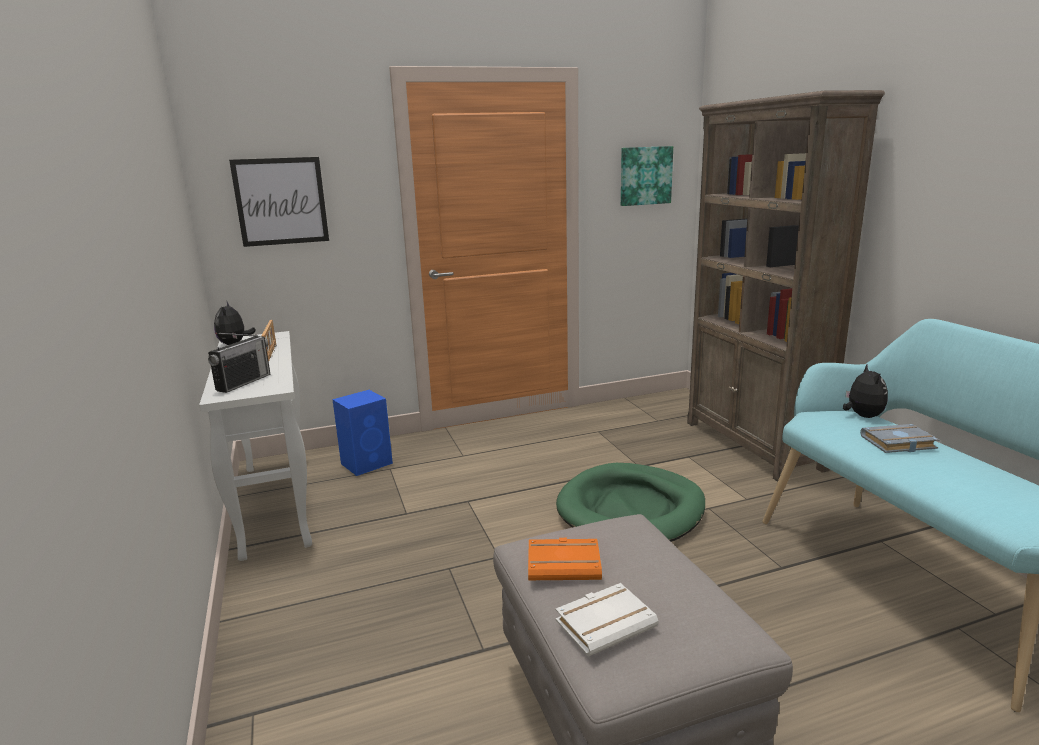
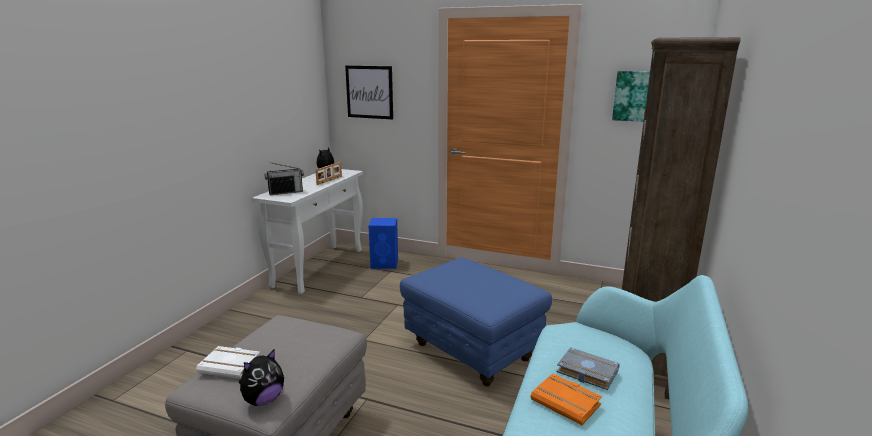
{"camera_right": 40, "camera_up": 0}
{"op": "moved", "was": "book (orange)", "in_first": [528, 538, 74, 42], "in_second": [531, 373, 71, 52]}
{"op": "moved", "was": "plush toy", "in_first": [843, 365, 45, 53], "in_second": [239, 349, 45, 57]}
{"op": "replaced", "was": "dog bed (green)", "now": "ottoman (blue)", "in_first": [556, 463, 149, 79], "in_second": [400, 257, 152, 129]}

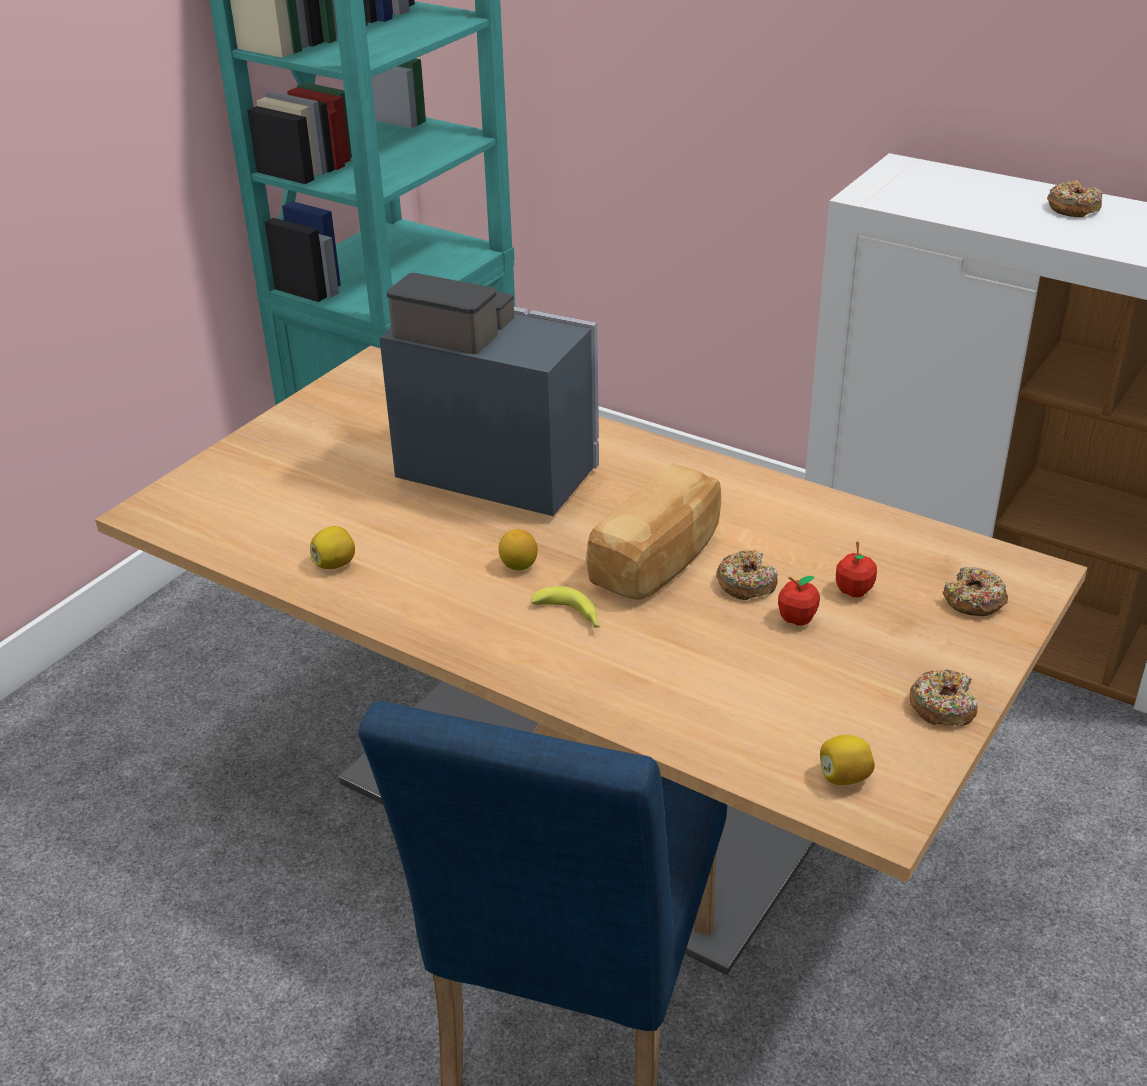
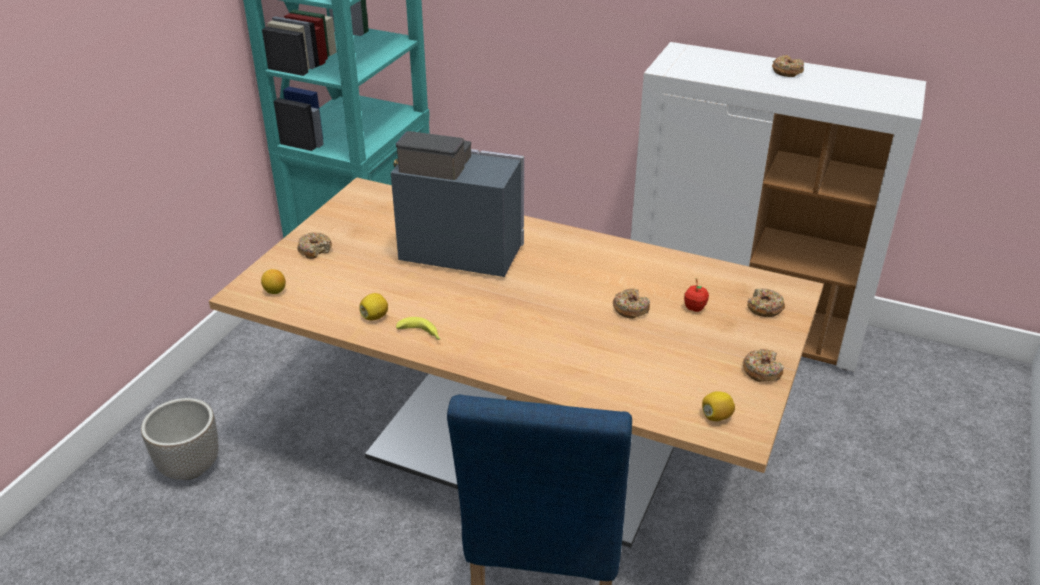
{"camera_right": -10, "camera_up": 0}
{"op": "removed", "was": "bread", "in_first": [586, 463, 135, 137]}
{"op": "removed", "was": "apple", "in_first": [778, 576, 42, 50]}
{"op": "added", "now": "planter", "in_second": [141, 398, 78, 82]}
{"op": "added", "now": "donut", "in_second": [297, 232, 35, 27]}
{"op": "moved", "was": "lemon", "in_first": [498, 529, 40, 41], "in_second": [261, 269, 25, 25]}
{"op": "moved", "was": "banana", "in_first": [531, 586, 69, 42], "in_second": [396, 317, 44, 23]}

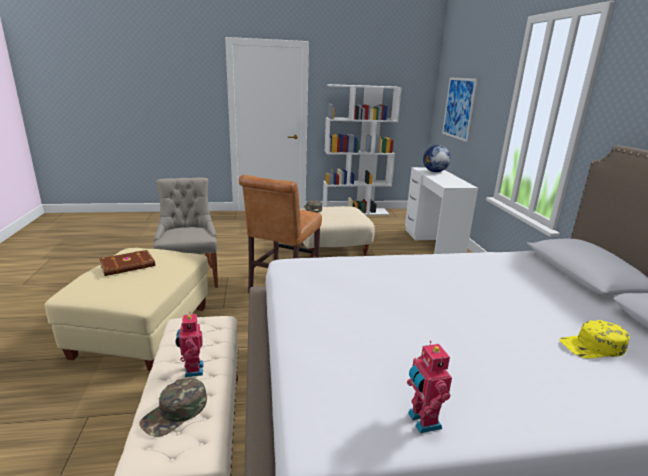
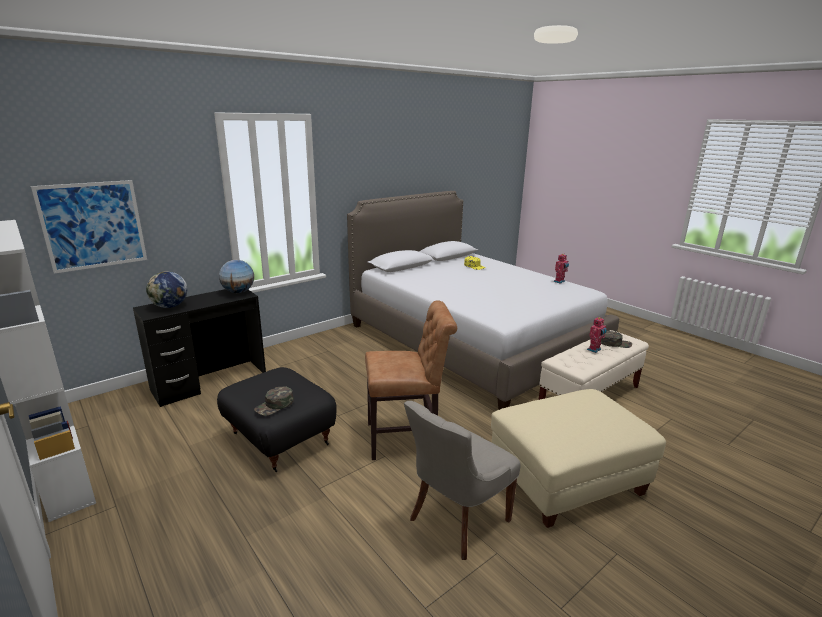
{"camera_right": -120, "camera_up": 0}
{"op": "removed", "was": "book (brown)", "in_first": [99, 250, 56, 26]}
{"op": "added", "now": "globe", "in_second": [219, 260, 35, 33]}
{"op": "recoloured", "was": "ottoman (beige)", "now": "ottoman (black)", "in_first": [300, 206, 75, 52], "in_second": [217, 367, 120, 105]}
{"op": "recoloured", "was": "desk (white)", "now": "desk (black)", "in_first": [405, 167, 73, 87], "in_second": [133, 289, 133, 118]}

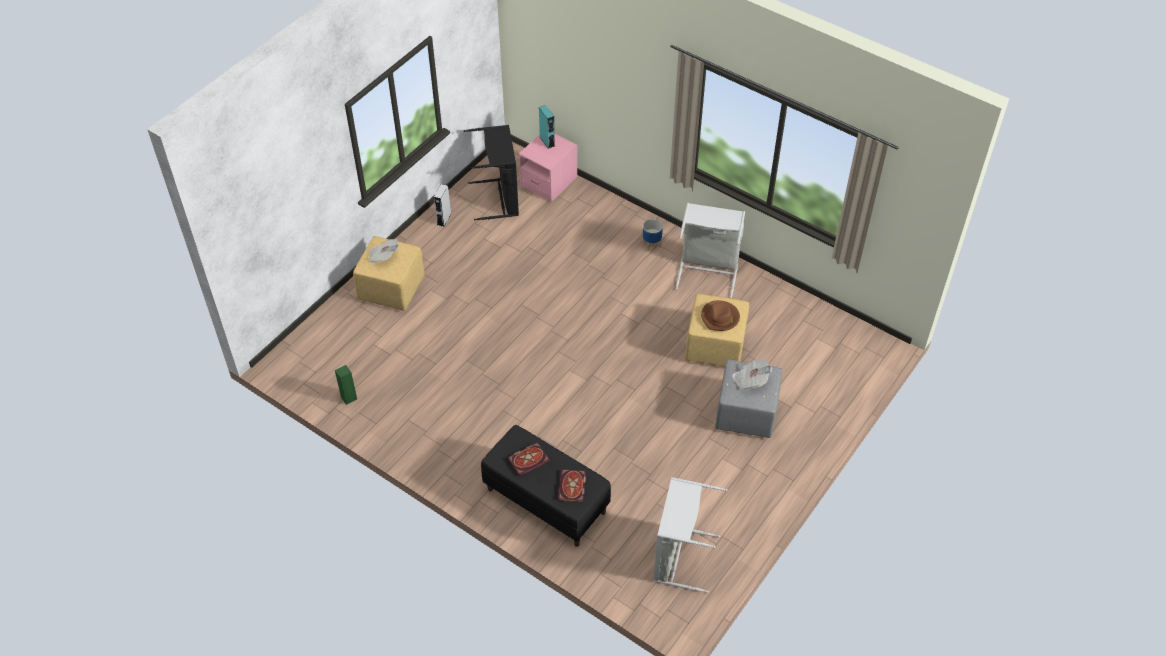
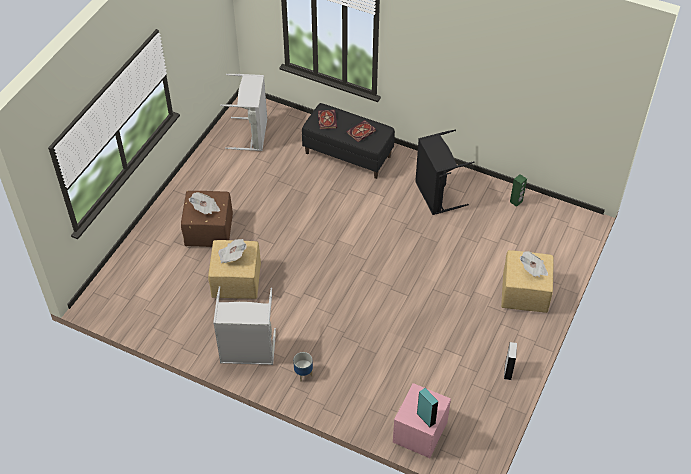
{"camera_right": 170, "camera_up": 0}
{"op": "moved", "was": "laundry basket (black)", "in_first": [464, 125, 55, 95], "in_second": [415, 130, 59, 85]}
{"op": "replaced", "was": "hat (brown)", "now": "newspaper", "in_first": [701, 300, 39, 31], "in_second": [218, 239, 29, 24]}
{"op": "recoloured", "was": "ottoman (grey)", "now": "ottoman (brown)", "in_first": [715, 359, 67, 79], "in_second": [181, 191, 52, 56]}

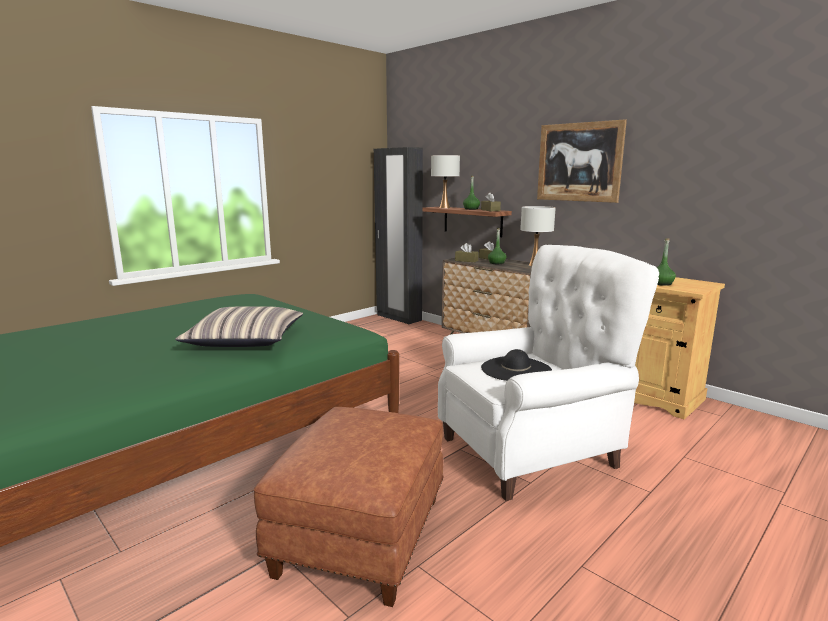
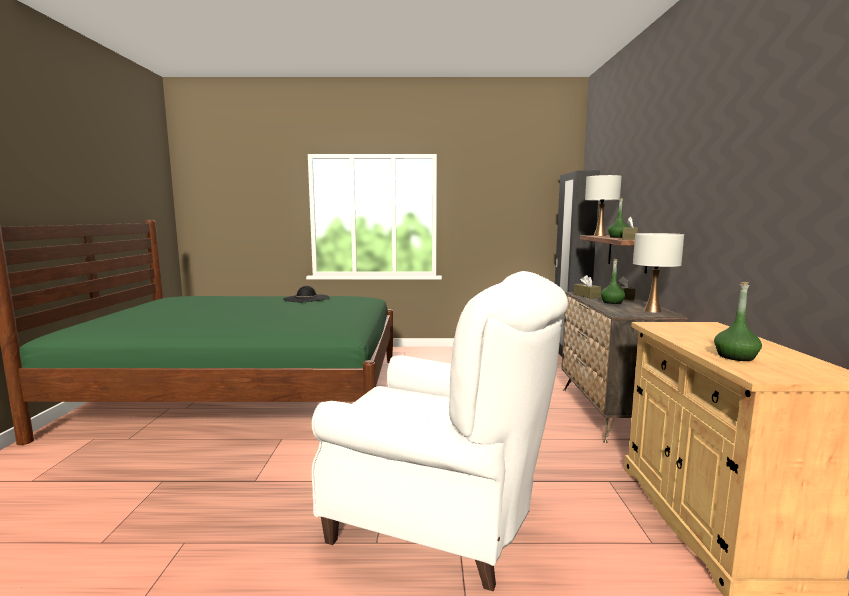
{"camera_right": 45, "camera_up": -5}
{"op": "removed", "was": "pillow", "in_first": [175, 306, 128, 41]}
{"op": "removed", "was": "ottoman (brown)", "in_first": [254, 407, 190, 200]}
{"op": "removed", "was": "picture", "in_first": [537, 120, 90, 83]}
{"op": "moved", "was": "hat (black)", "in_first": [481, 349, 71, 32], "in_second": [284, 286, 45, 16]}

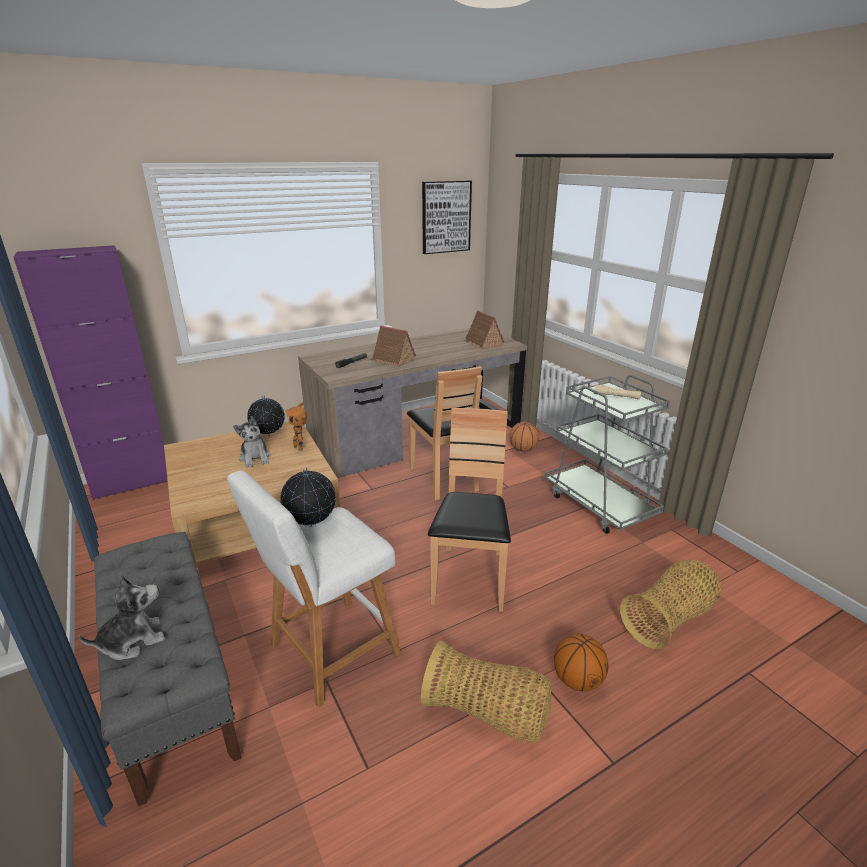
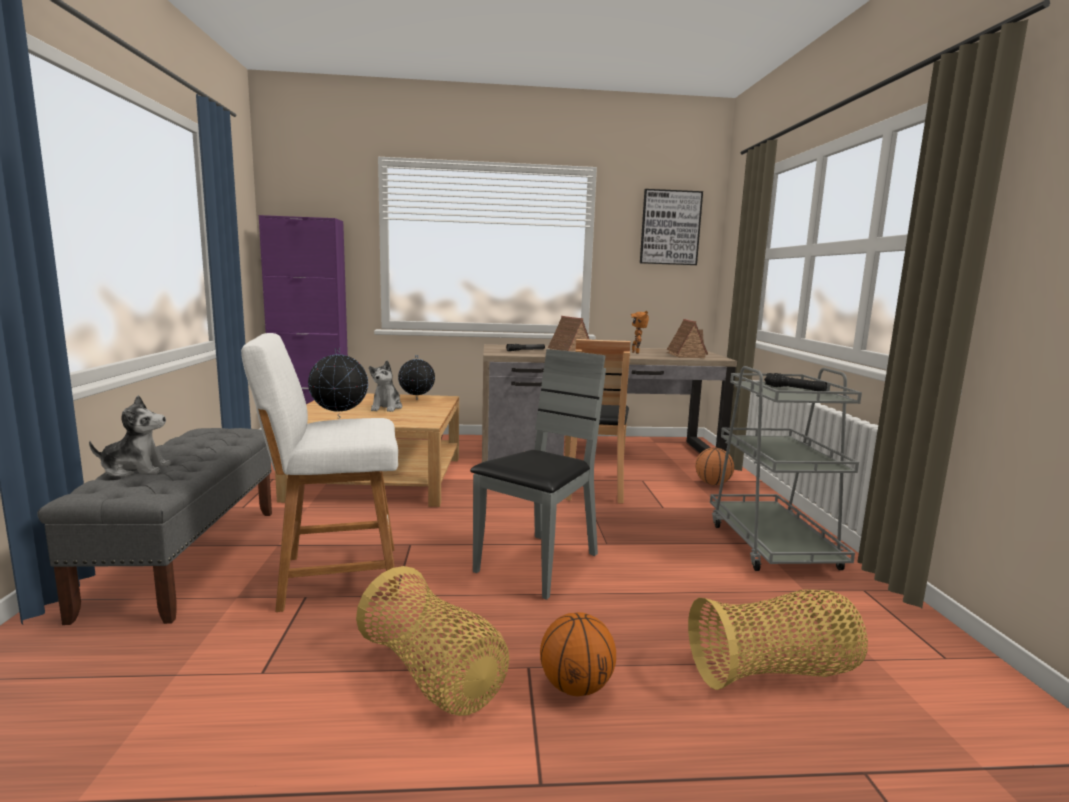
{"camera_right": 25, "camera_up": -15}
{"op": "moved", "was": "toy robot", "in_first": [285, 402, 22, 49], "in_second": [631, 311, 18, 43]}
{"op": "recoloured", "was": "chair (brown)", "now": "chair (grey)", "in_first": [428, 408, 83, 204], "in_second": [470, 349, 136, 251]}
{"op": "recoloured", "was": "flashlight (beige)", "now": "flashlight (black)", "in_first": [594, 384, 47, 15], "in_second": [764, 373, 63, 18]}

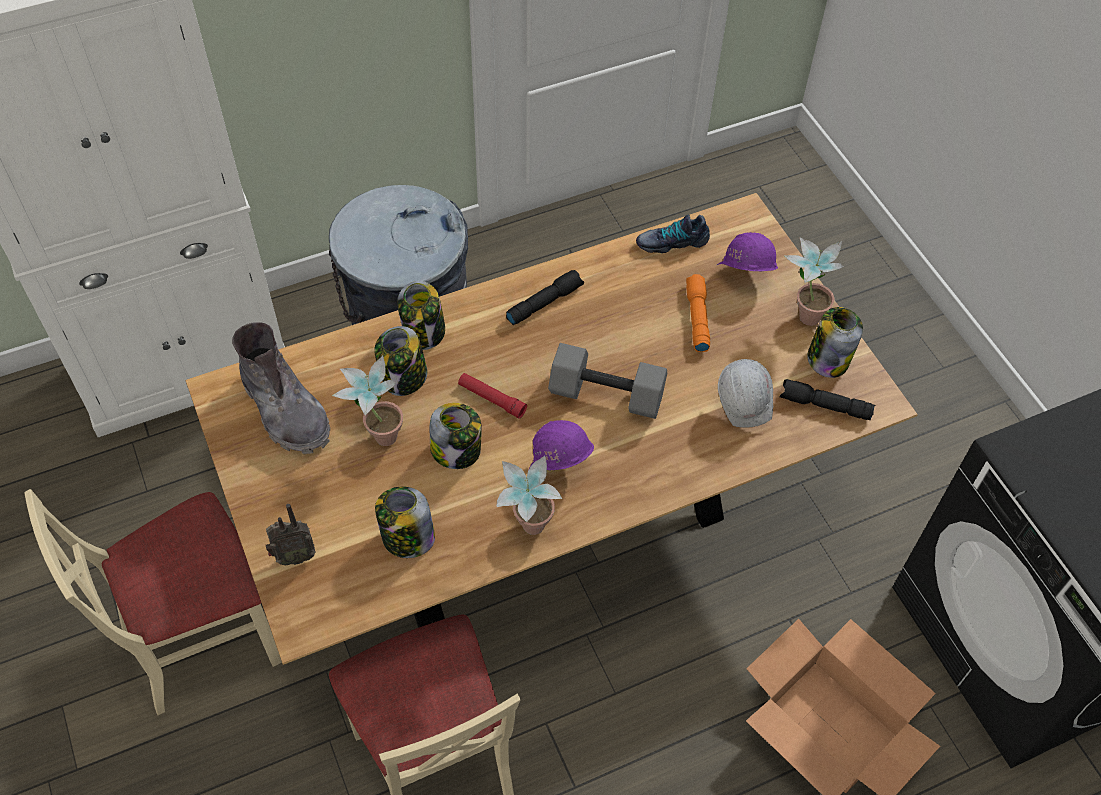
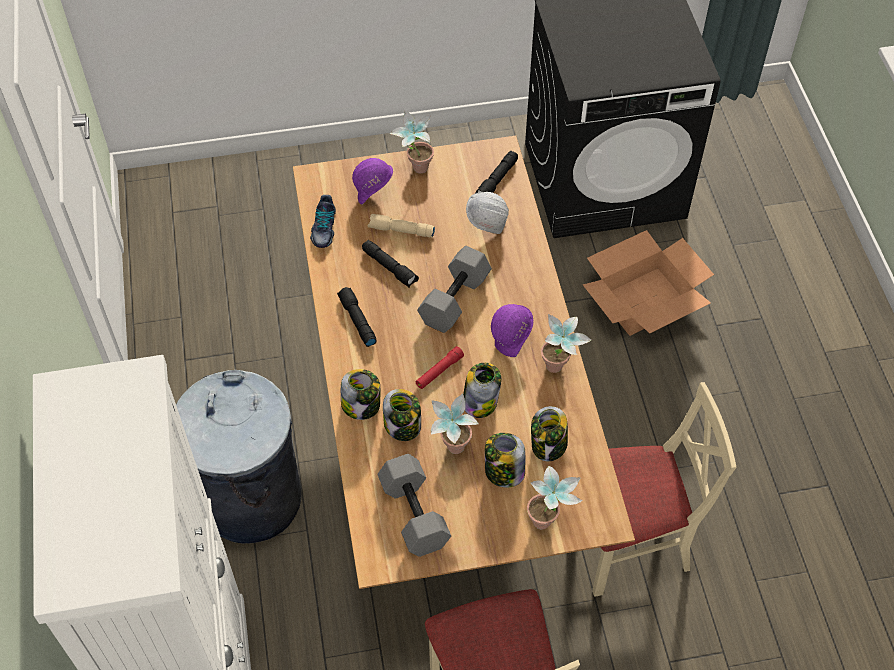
{"camera_right": -75, "camera_up": 0}
{"op": "added", "now": "flashlight (black)", "in_second": [362, 240, 57, 48]}
{"op": "moved", "was": "jar", "in_first": [807, 307, 56, 71], "in_second": [485, 433, 40, 55]}
{"op": "replaced", "was": "boot (grey)", "now": "dumbbell (grey)", "in_first": [232, 322, 99, 132], "in_second": [377, 454, 74, 103]}
{"op": "replaced", "was": "radio", "now": "potted plant", "in_first": [266, 504, 50, 61], "in_second": [527, 466, 55, 64]}
{"op": "recoloured", "was": "flashlight (orange)", "now": "flashlight (beige)", "in_first": [686, 274, 24, 78], "in_second": [368, 214, 67, 23]}

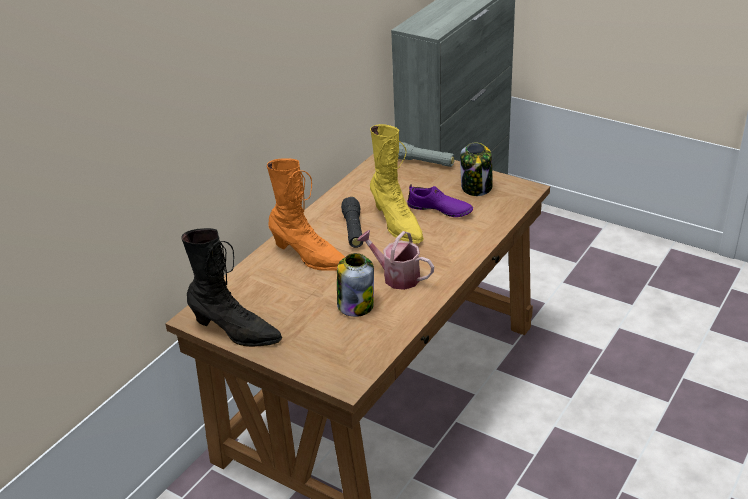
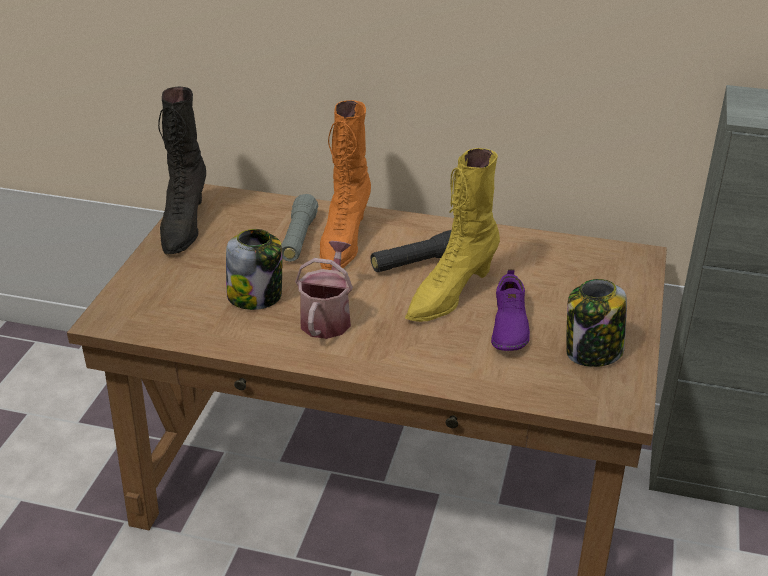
{"camera_right": 70, "camera_up": 0}
{"op": "moved", "was": "flashlight (grey)", "in_first": [398, 142, 57, 25], "in_second": [282, 194, 36, 68]}

